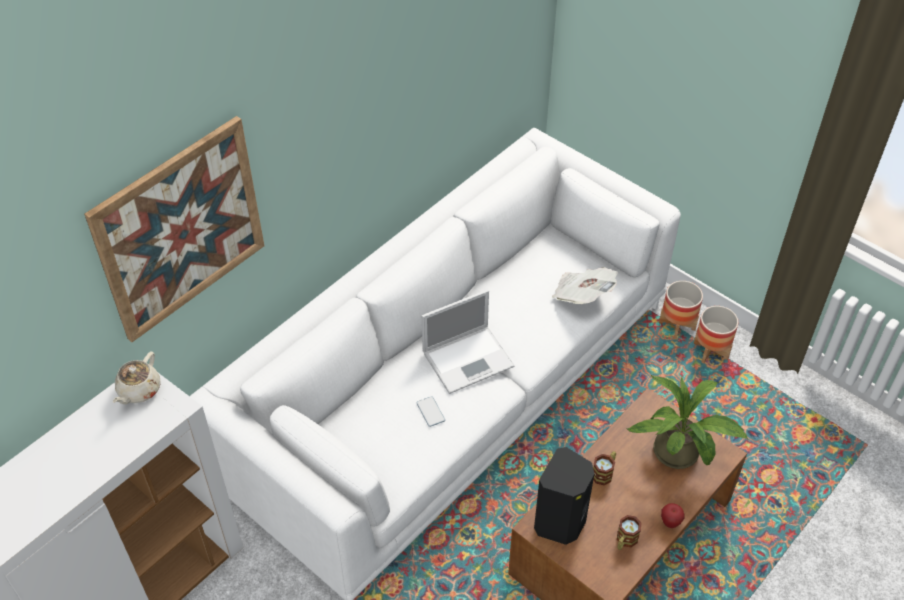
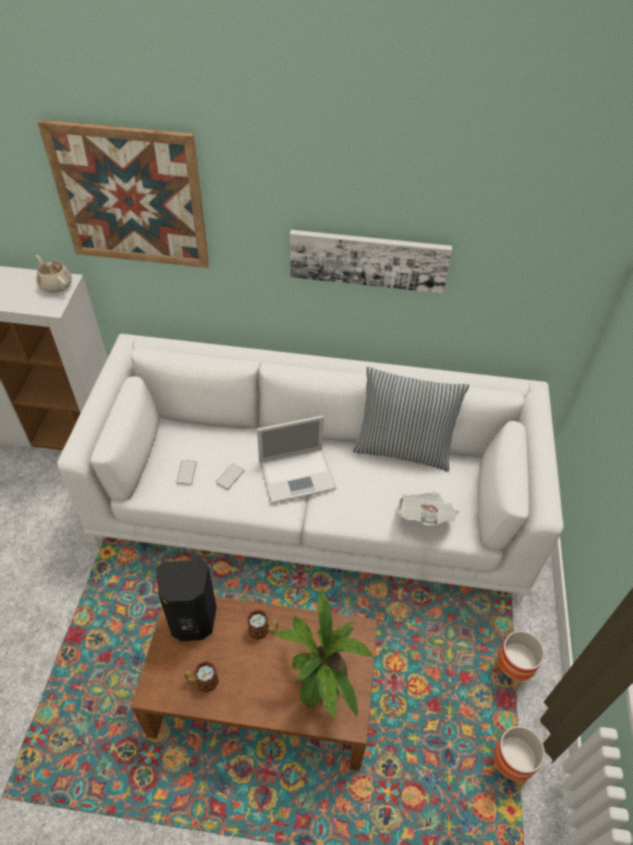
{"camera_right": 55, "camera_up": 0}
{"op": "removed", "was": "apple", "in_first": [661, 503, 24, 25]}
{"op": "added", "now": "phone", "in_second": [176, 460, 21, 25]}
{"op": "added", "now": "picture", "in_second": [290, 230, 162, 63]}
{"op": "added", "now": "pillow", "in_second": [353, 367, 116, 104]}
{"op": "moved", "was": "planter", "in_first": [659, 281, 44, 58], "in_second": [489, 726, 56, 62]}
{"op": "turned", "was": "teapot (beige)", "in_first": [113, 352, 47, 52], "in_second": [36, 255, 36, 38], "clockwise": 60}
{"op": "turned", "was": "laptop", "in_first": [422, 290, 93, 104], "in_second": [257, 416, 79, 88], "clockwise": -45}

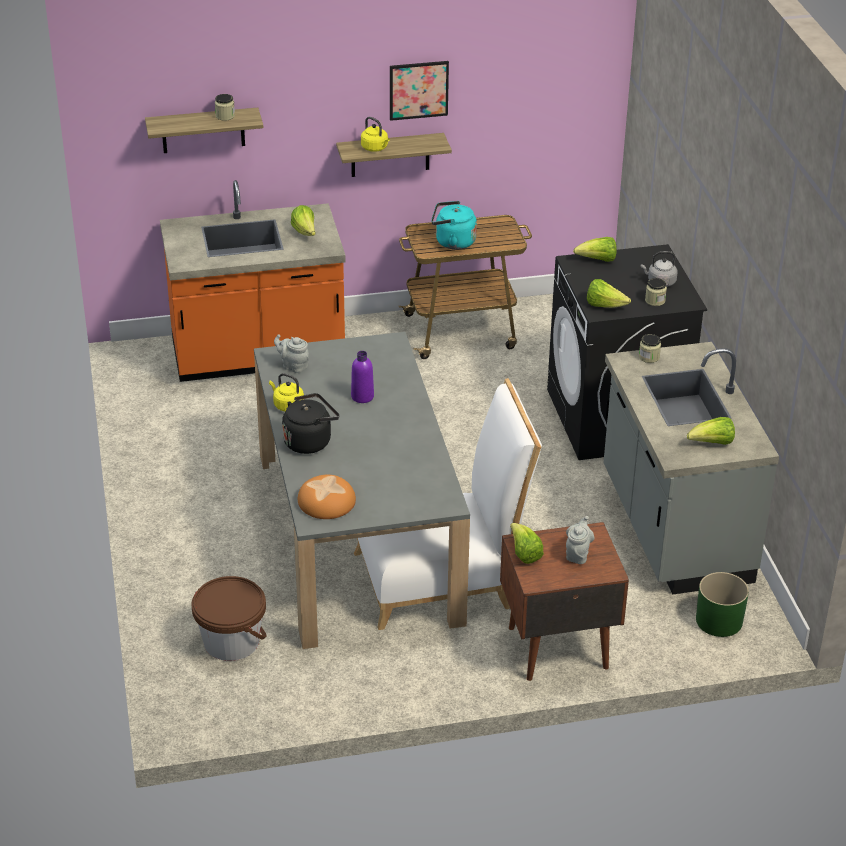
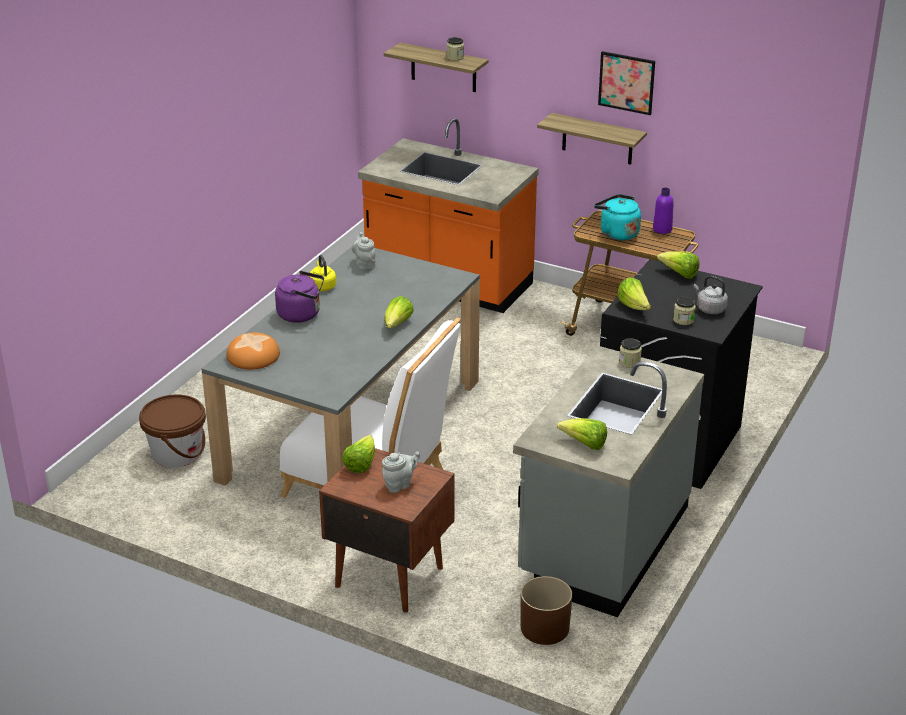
{"camera_right": 40, "camera_up": -5}
{"op": "removed", "was": "kettle (yellow)", "in_first": [361, 117, 29, 35]}
{"op": "moved", "was": "lettuce", "in_first": [291, 205, 25, 31], "in_second": [385, 296, 29, 33]}
{"op": "moved", "was": "bottle (purple)", "in_first": [351, 351, 23, 52], "in_second": [653, 188, 21, 46]}
{"op": "recoloured", "was": "kettle (black)", "now": "kettle (purple)", "in_first": [282, 393, 58, 61], "in_second": [275, 271, 49, 52]}
{"op": "recoloured", "was": "planter (green)", "now": "planter (brown)", "in_first": [696, 572, 53, 65], "in_second": [520, 576, 52, 69]}

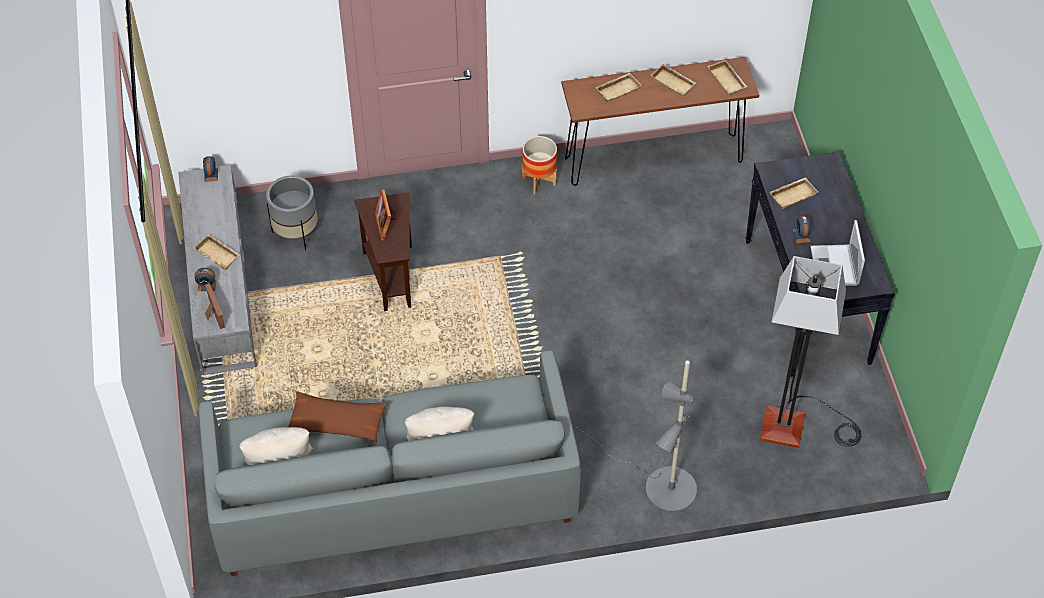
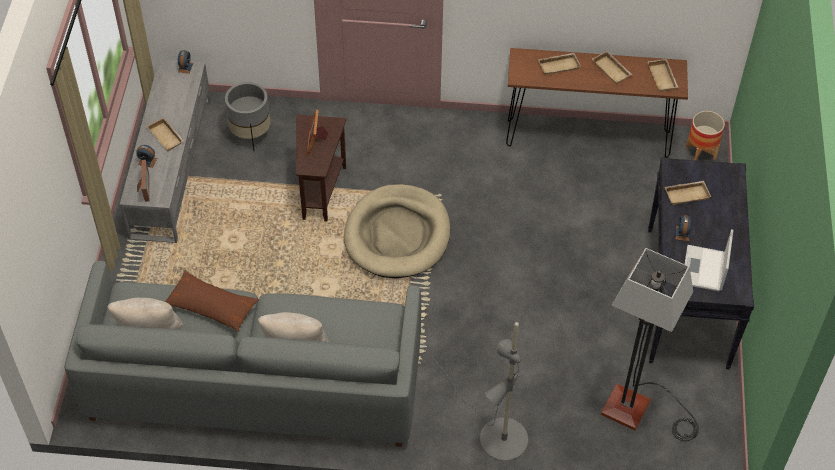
{"camera_right": 15, "camera_up": 0}
{"op": "added", "now": "dog bed (beige)", "in_second": [344, 184, 106, 94]}
{"op": "moved", "was": "planter", "in_first": [522, 136, 35, 59], "in_second": [686, 111, 39, 50]}

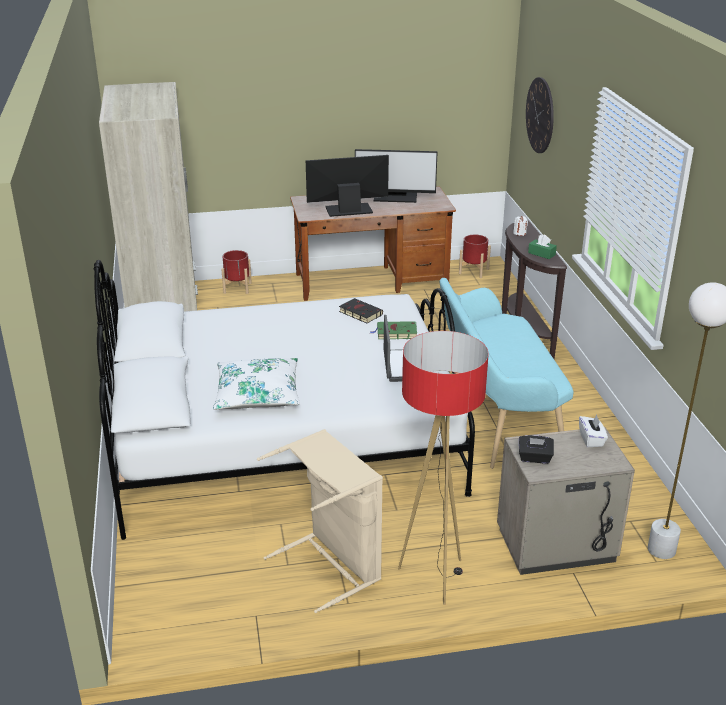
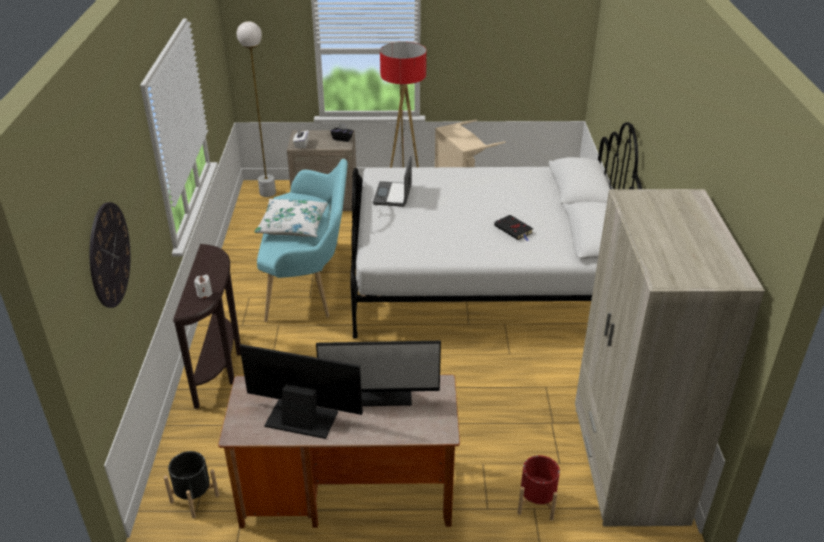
{"camera_right": -170, "camera_up": 5}
{"op": "removed", "was": "book (green)", "in_first": [371, 321, 46, 18]}
{"op": "removed", "was": "tissue box (green)", "in_first": [528, 235, 29, 24]}
{"op": "moved", "was": "pillow (white)", "in_first": [213, 358, 87, 52], "in_second": [254, 199, 74, 38]}
{"op": "moved", "was": "book (black)", "in_first": [339, 298, 44, 25], "in_second": [494, 215, 39, 26]}
{"op": "recoloured", "was": "planter (red)", "now": "planter (black)", "in_first": [459, 235, 32, 43], "in_second": [164, 451, 55, 67]}

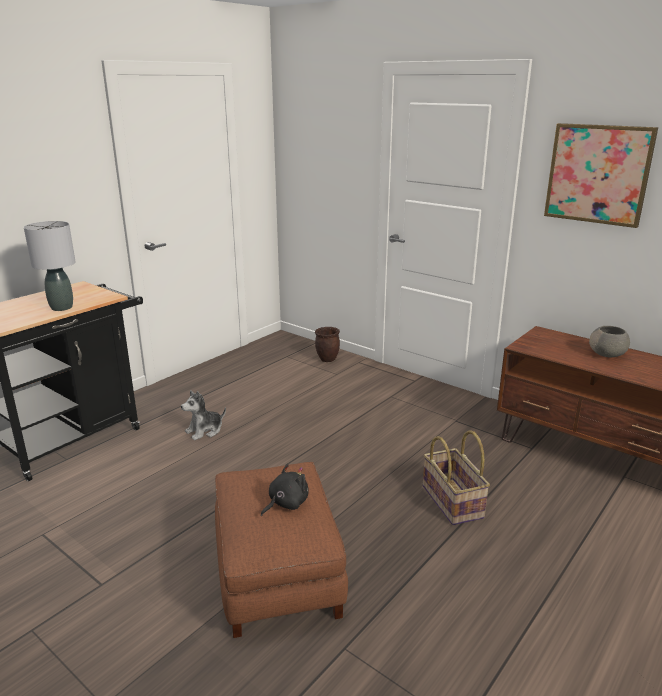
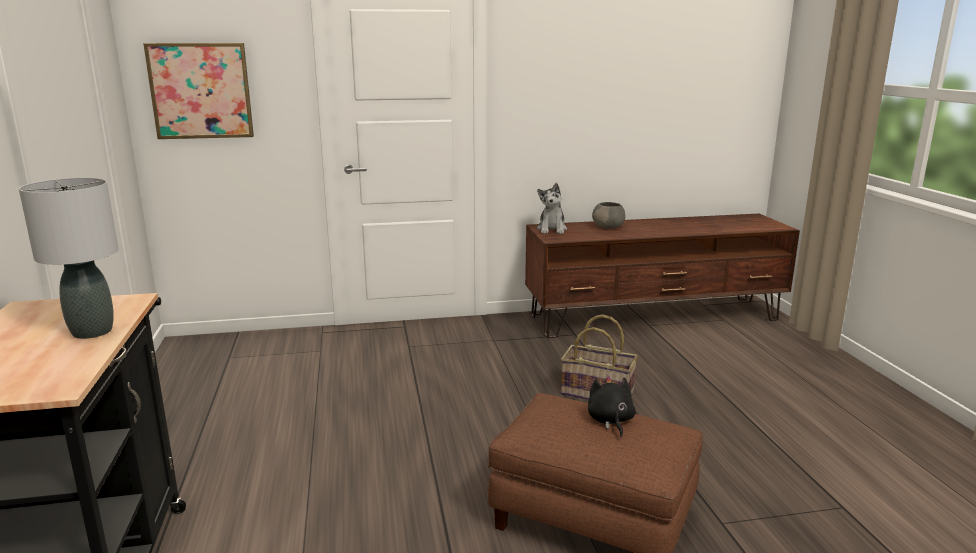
{"camera_right": -50, "camera_up": -5}
{"op": "removed", "was": "planter (brown)", "in_first": [315, 327, 25, 35]}
{"op": "moved", "was": "plush toy", "in_first": [181, 390, 45, 50], "in_second": [537, 183, 30, 51]}
{"op": "moved", "was": "picture", "in_first": [544, 123, 114, 105], "in_second": [143, 43, 111, 96]}

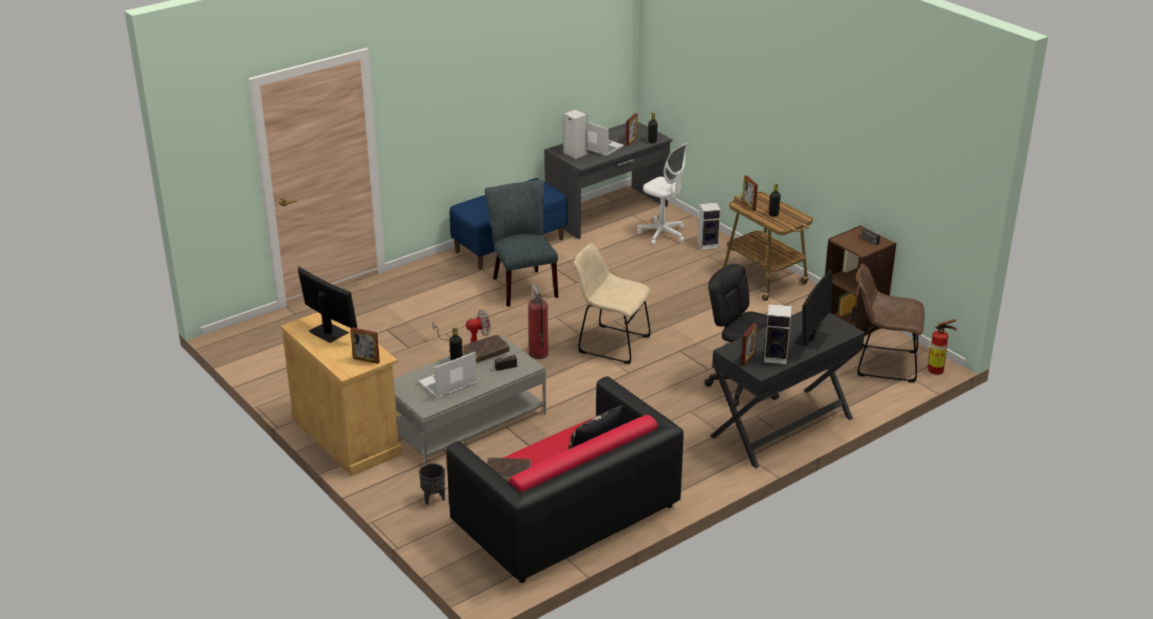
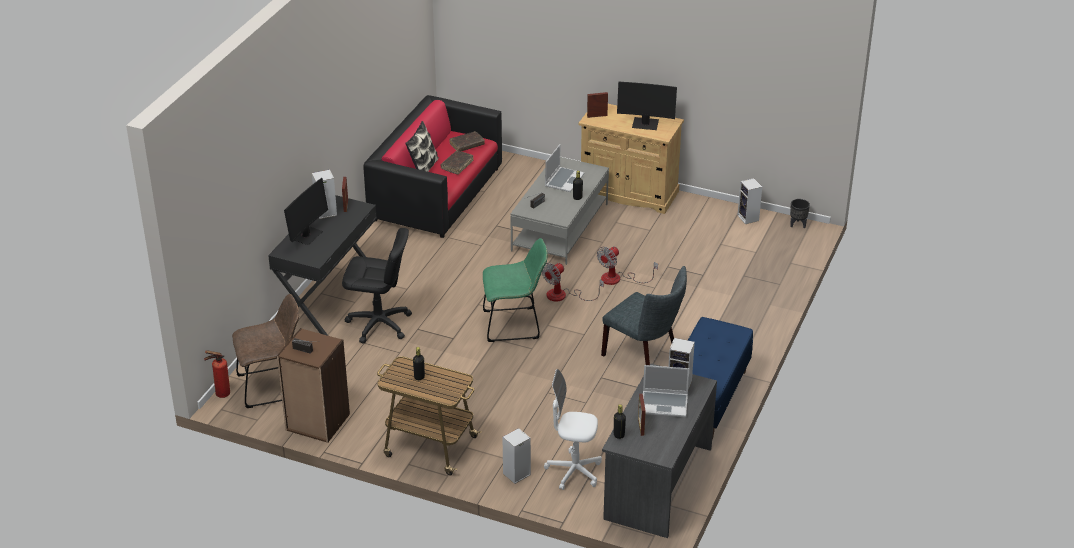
{"camera_right": 150, "camera_up": 5}
{"op": "removed", "was": "picture frame", "in_first": [742, 175, 16, 36]}
{"op": "added", "now": "speaker", "in_second": [737, 178, 25, 46]}
{"op": "moved", "was": "planter (black)", "in_first": [419, 463, 26, 42], "in_second": [790, 199, 20, 29]}
{"op": "moved", "was": "book (brown)", "in_first": [464, 335, 46, 28], "in_second": [441, 151, 32, 24]}
{"op": "replaced", "was": "fire extinguisher", "now": "fan", "in_first": [528, 284, 21, 75], "in_second": [542, 263, 62, 39]}
{"op": "recoloured", "was": "chair (beige)", "now": "chair (green)", "in_first": [574, 243, 77, 121], "in_second": [483, 238, 65, 104]}
{"op": "turned", "was": "monitor", "in_first": [794, 270, 38, 80], "in_second": [284, 178, 44, 67], "clockwise": -150}

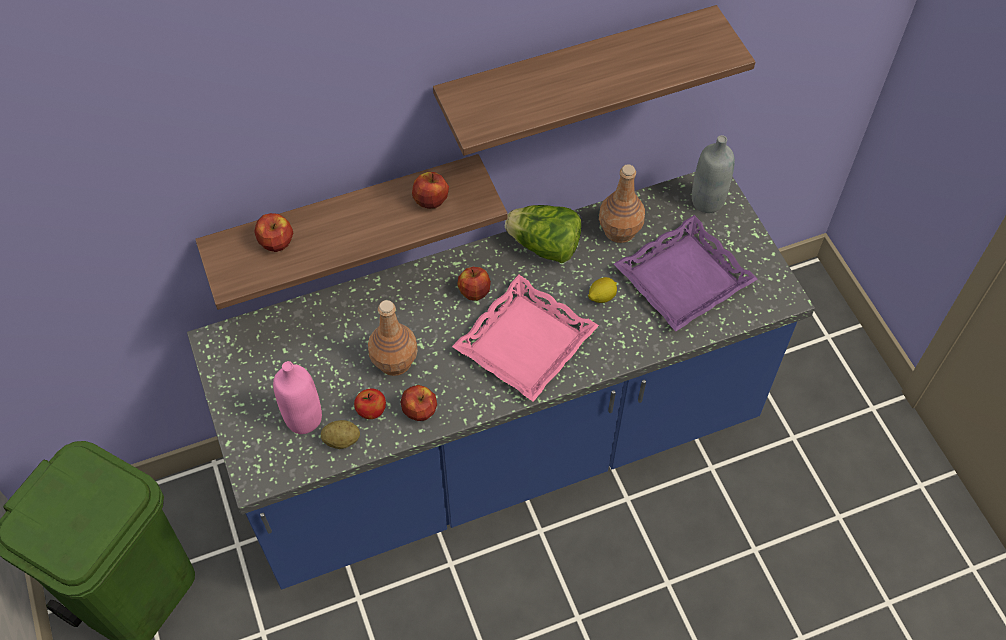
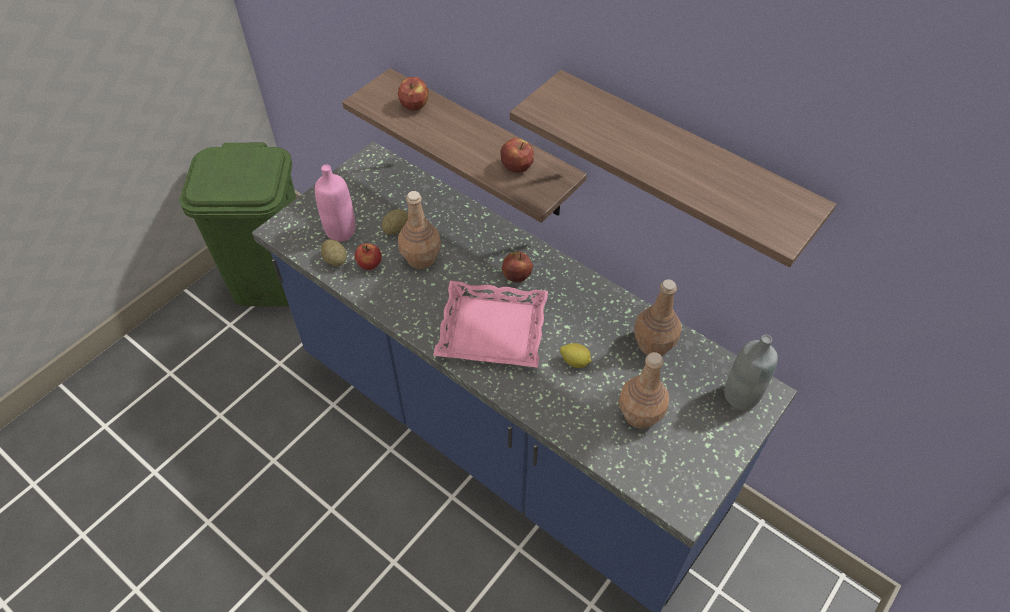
{"camera_right": 60, "camera_up": -5}
{"op": "removed", "was": "apple", "in_first": [400, 385, 37, 36]}
{"op": "removed", "was": "lettuce", "in_first": [505, 205, 76, 58]}
{"op": "added", "now": "potato", "in_second": [382, 209, 26, 26]}
{"op": "replaced", "was": "tray (purple)", "now": "bottle (brown)", "in_first": [614, 215, 143, 116], "in_second": [619, 352, 50, 77]}

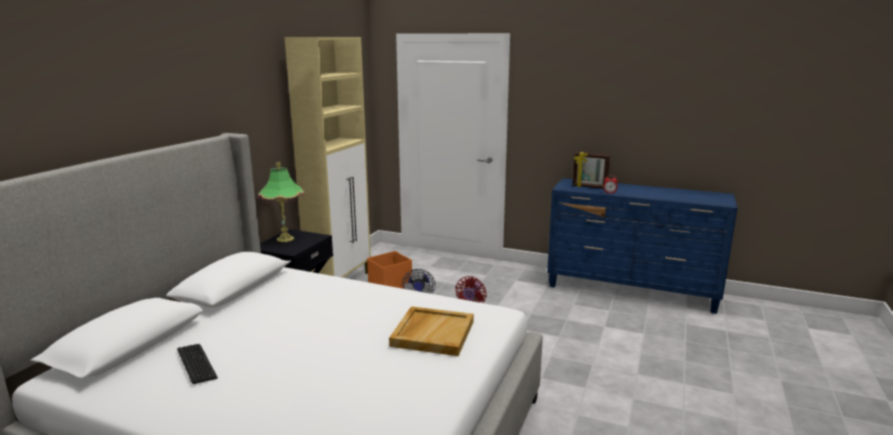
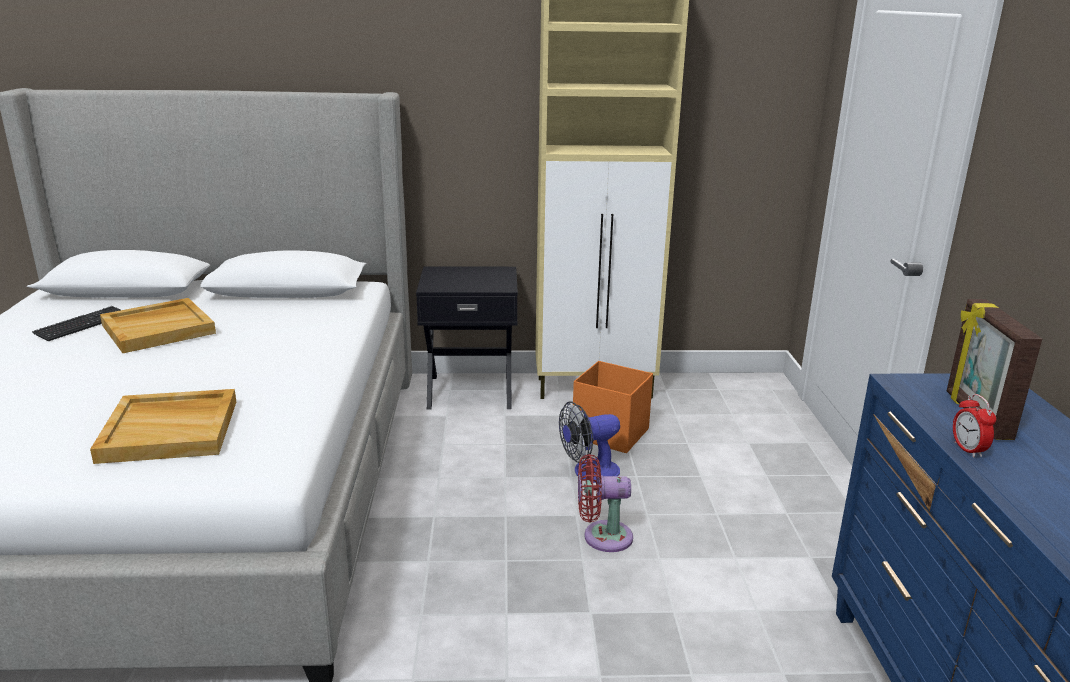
{"camera_right": 65, "camera_up": 5}
{"op": "removed", "was": "table lamp", "in_first": [258, 162, 46, 80]}
{"op": "added", "now": "tray (beige)", "in_second": [100, 298, 116, 55]}

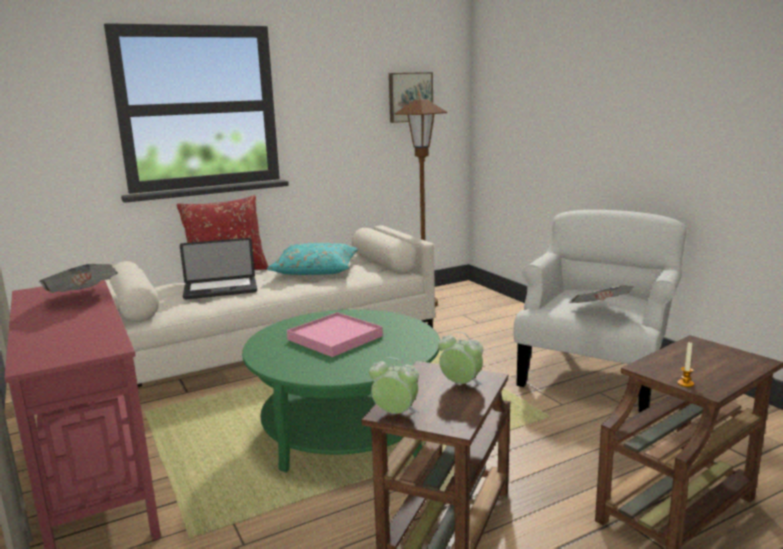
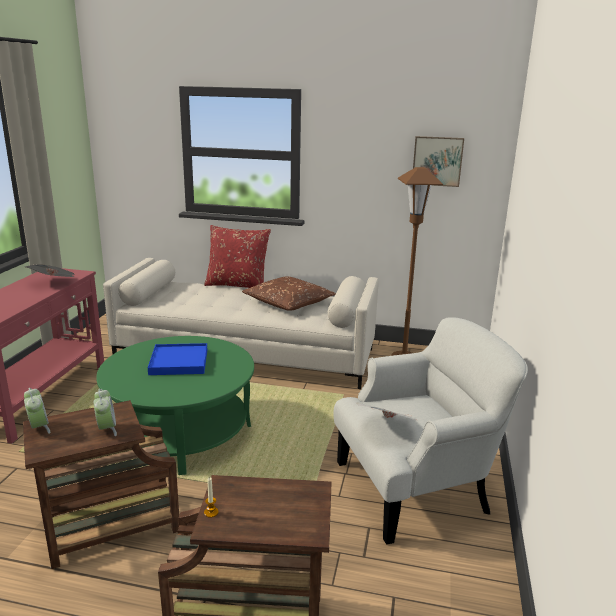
{"camera_right": 40, "camera_up": 5}
{"op": "removed", "was": "laptop", "in_first": [180, 238, 77, 61]}
{"op": "recoloured", "was": "pillow (turquoise)", "now": "pillow (brown)", "in_first": [266, 243, 92, 32], "in_second": [242, 276, 94, 35]}
{"op": "recoloured", "was": "tray (pink)", "now": "tray (blue)", "in_first": [287, 312, 96, 45], "in_second": [148, 343, 59, 32]}

